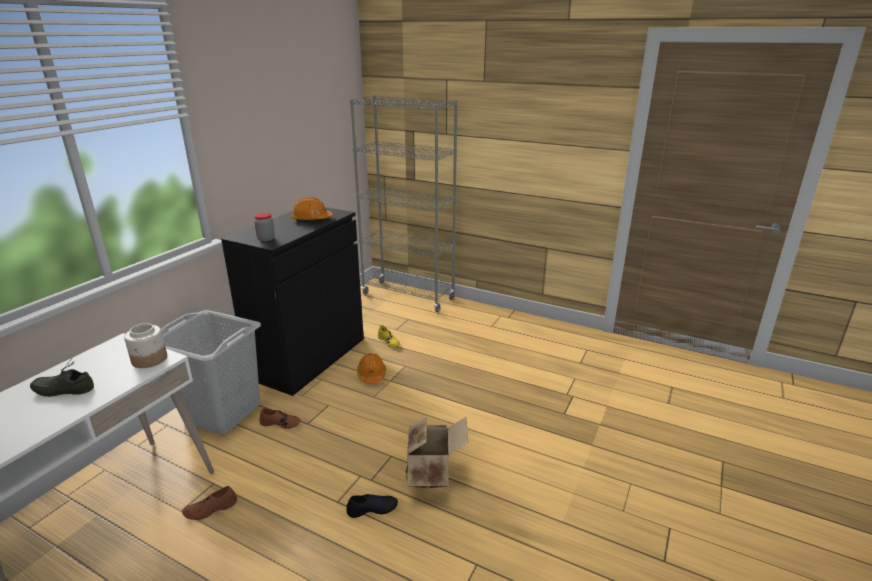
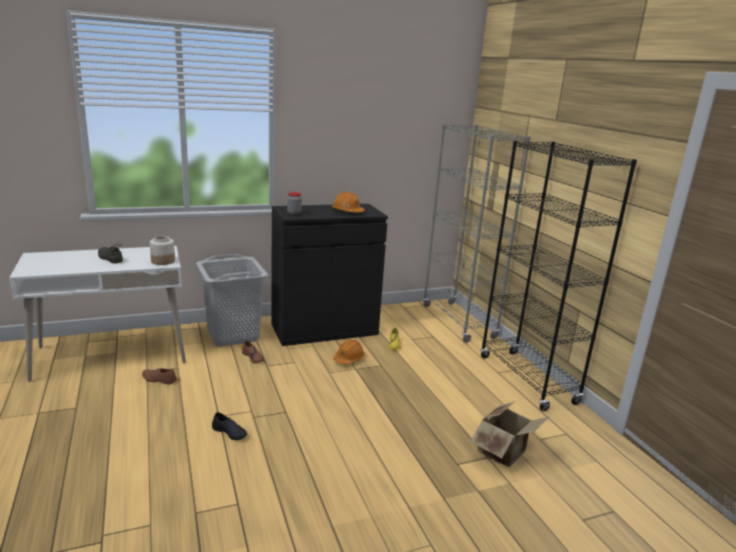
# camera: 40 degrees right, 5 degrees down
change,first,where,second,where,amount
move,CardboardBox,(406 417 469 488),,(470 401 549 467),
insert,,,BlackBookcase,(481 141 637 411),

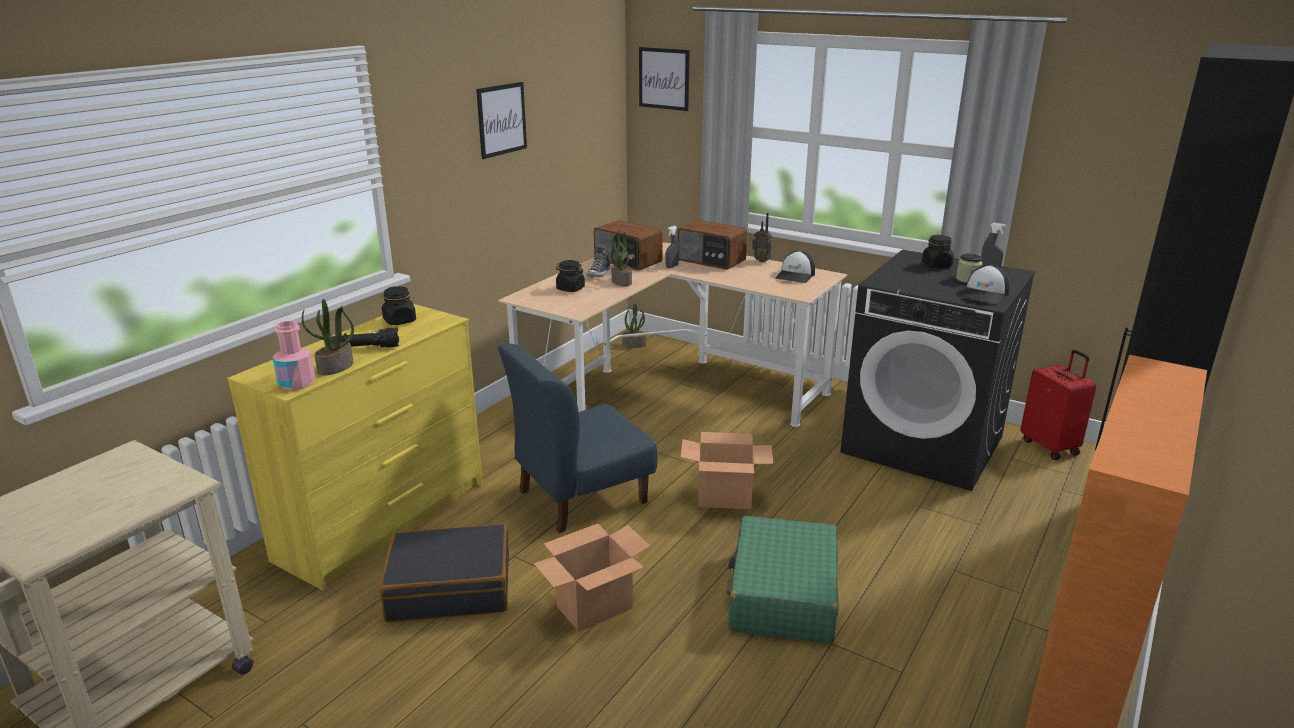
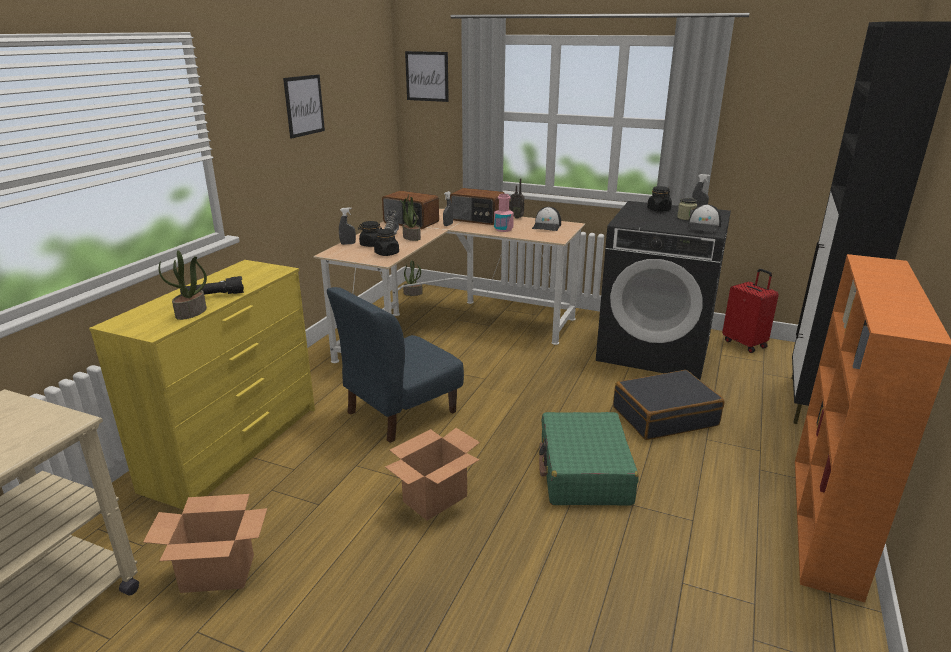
# camera: 10 degrees left, 0 degrees up
change,first,where,second,where,amount
move,BlackJar,(382 286 416 325),,(374 229 399 256),
move,PinkBottle,(272 321 315 391),,(494 194 514 232),
move,CardboardBox,(681 432 773 509),,(143 494 267 593),
move,BlackSuitcase,(379 524 509 622),,(613 370 725 440),
insert,,,GreySprayBottle,(339 207 356 245),

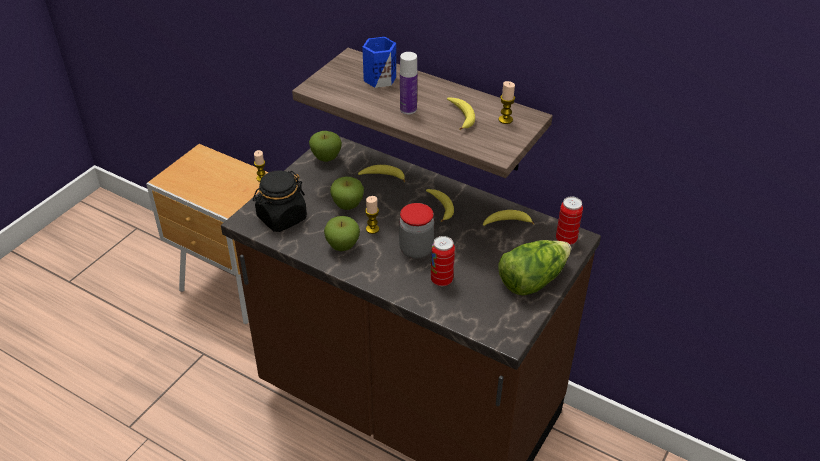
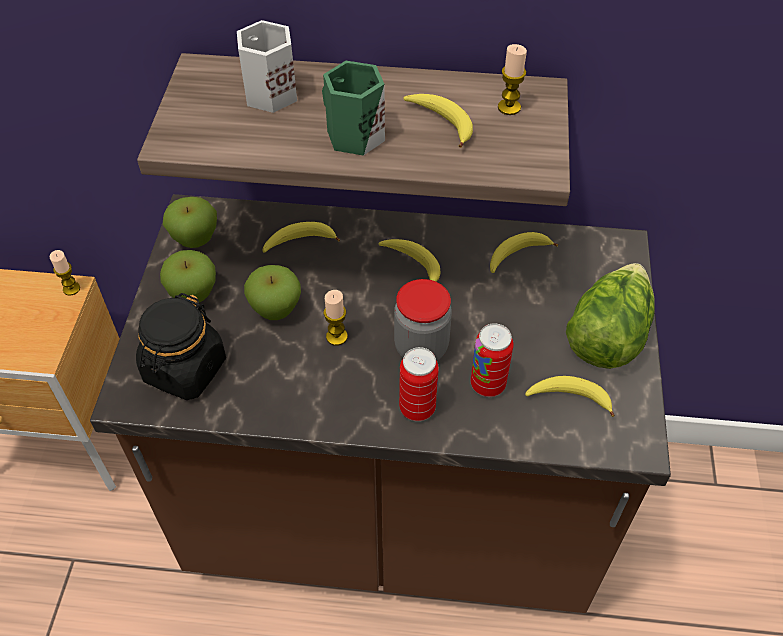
# camera: 25 degrees left, 10 degrees up
change,first,where,second,where,amount
recolor,BlueMug,(362 37 396 88),WhiteMug,(237 20 297 113),
replace,Bottle,(400 52 417 114),GreenMug,(322 61 385 156),
move,Can,(556 196 583 245),,(399 347 439 421),
move,Apple,(324 216 360 251),,(160 250 216 303),
insert,,,Banana,(525 376 615 417),

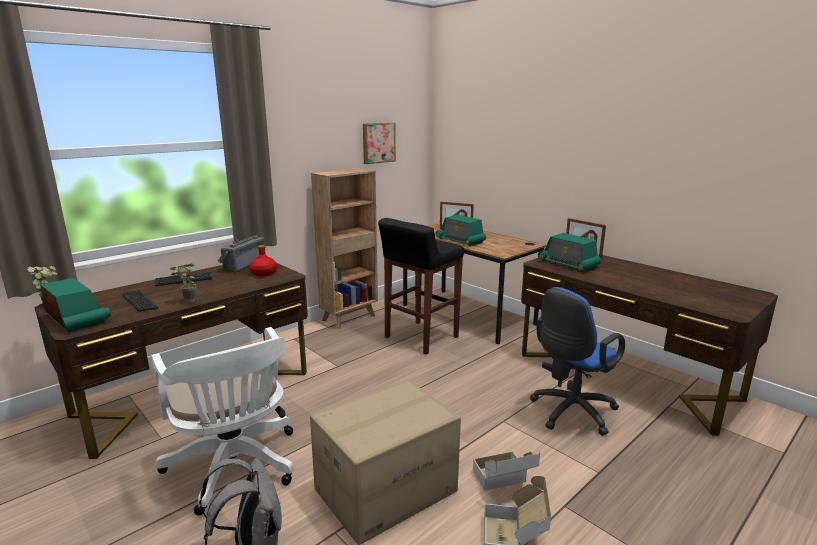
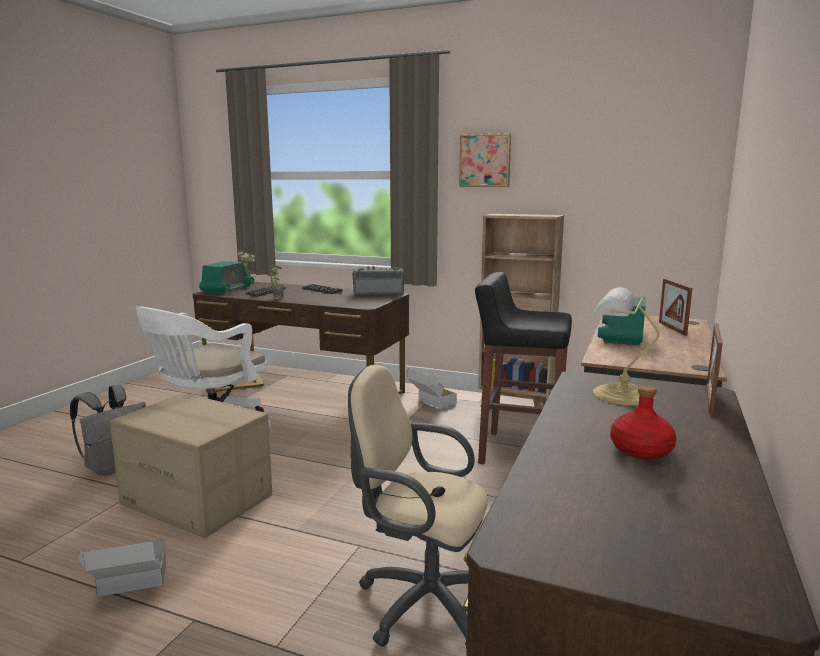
# camera: 65 degrees right, 5 degrees down
change,first,where,second,where,amount
move,Picture,(363 123 396 164),,(459 133 511 187),
replace,Radio,(538 233 601 272),TableLamp,(593 287 660 406),
move,RedBottle,(249 245 277 276),,(610 386 677 459),
recolor,BlueOfficeChair,(530 287 625 436),BeigeOfficeChair,(348 365 488 649),
move,CardboardBox,(473 451 540 491),,(408 368 457 408),

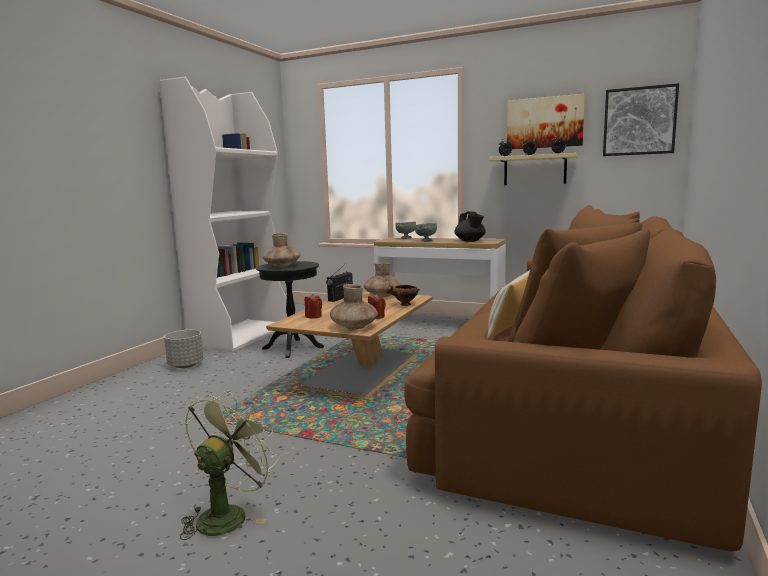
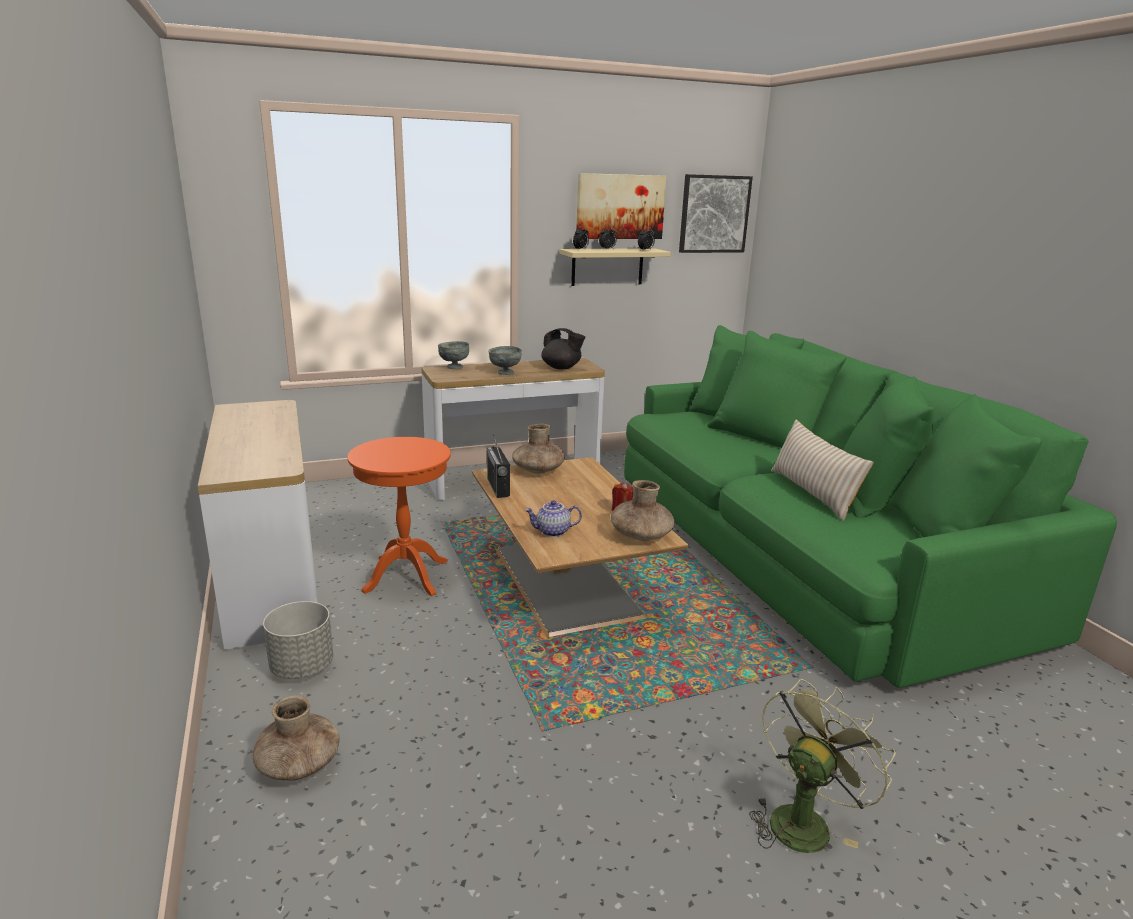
# camera: 45 degrees left, 10 degrees up
change,first,where,second,where,amount
replace,WhiteBookcase,(159 76 287 352),ConsoleTable,(198 400 318 650),
recolor,BrownSofa,(404 205 762 551),GreenSofa,(624 325 1117 688),
move,BrownVase,(263 233 300 267),,(253 695 340 781),
recolor,BlackSideTable,(256 261 324 358),OrangeSideTable,(347 437 451 596),
delete,Bowl,(386 284 419 306),,,
replace,RedCandle,(305 294 322 319),Teapot,(525 500 582 537),
rotate,GreenFan,(180 391 280 540),,(749 679 896 853),60 degrees clockwise

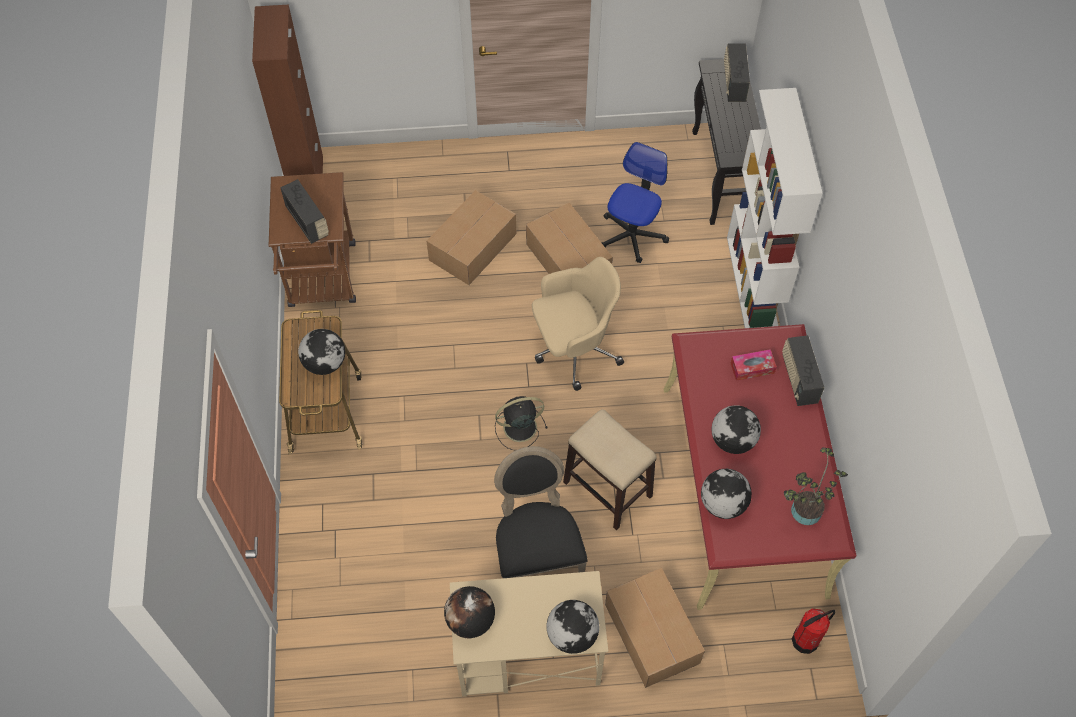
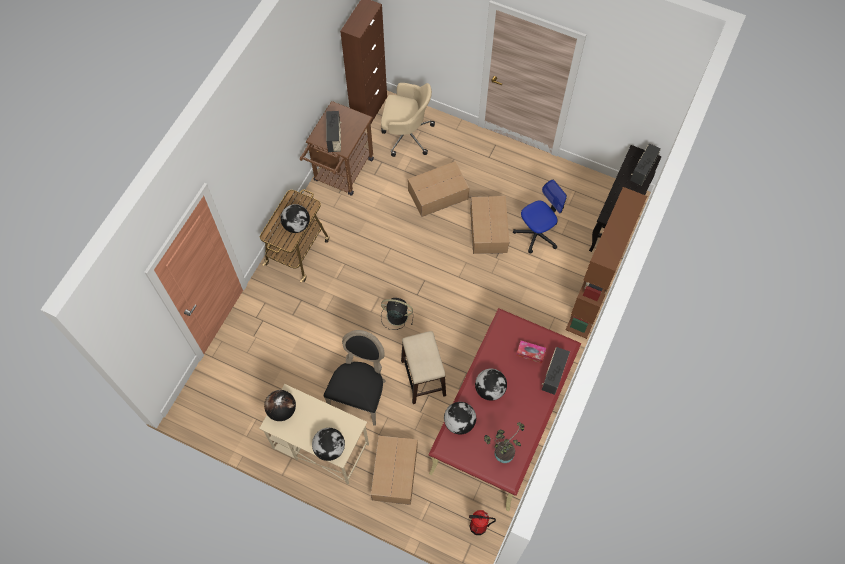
# camera: 30 degrees right, 5 degrees up
change,first,where,second,where,amount
recolor,WhiteBookcase,(727 88 823 328),BrownBookcase,(565 187 647 339),
move,BeigeOfficeChair,(532 257 624 391),,(381 83 435 157),

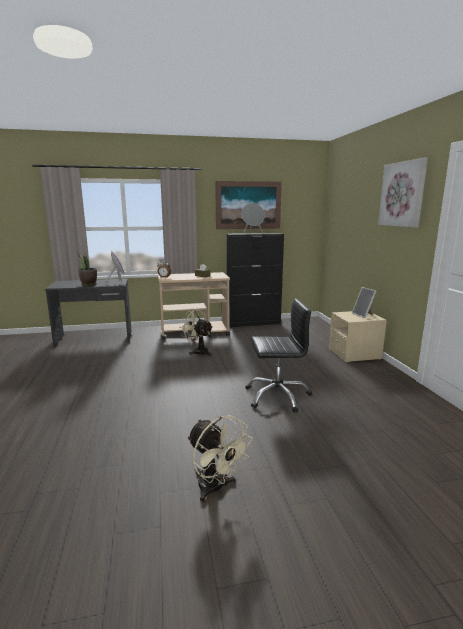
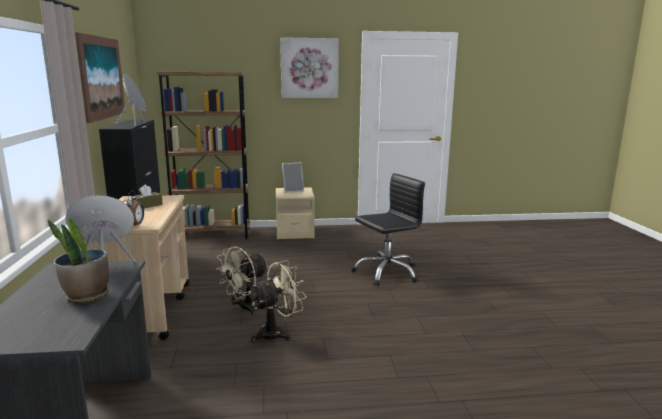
# camera: 85 degrees left, 0 degrees up
change,first,where,second,where,amount
rotate,BlackOfficeChair,(245 298 312 413),,(352 173 425 286),60 degrees clockwise
move,BeigeFan,(187 415 253 502),,(249 260 306 342),
insert,,,BrownBookcase,(157 72 250 239),

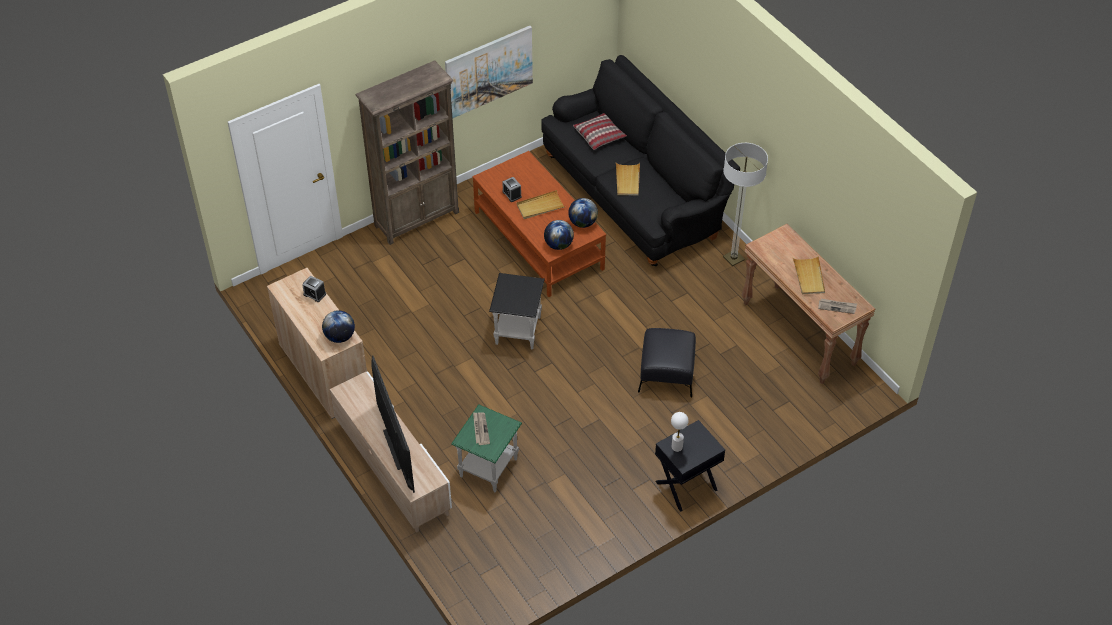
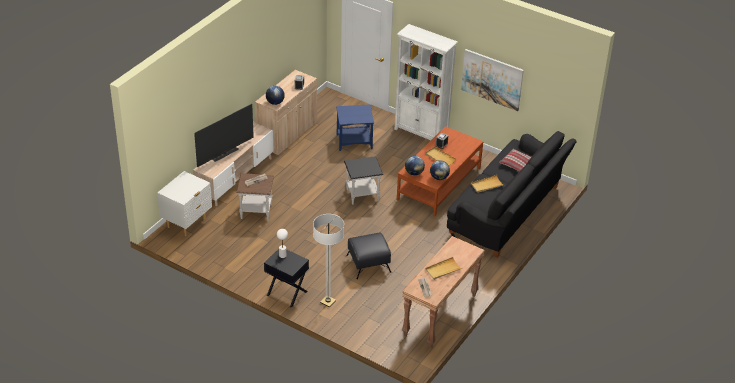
# camera: 65 degrees right, 10 degrees down
change,first,where,second,where,amount
recolor,BrownBookcase,(356 60 459 245),WhiteBookcase,(394 24 458 140),
move,FloorLamp,(723 143 768 266),,(313 214 344 307),
recolor,GreenSideTable,(451 404 522 492),BrownSideTable,(236 173 274 221),
insert,,,BlueSideTable,(336 104 374 151),
insert,,,WhiteNightstand,(157 171 212 236),

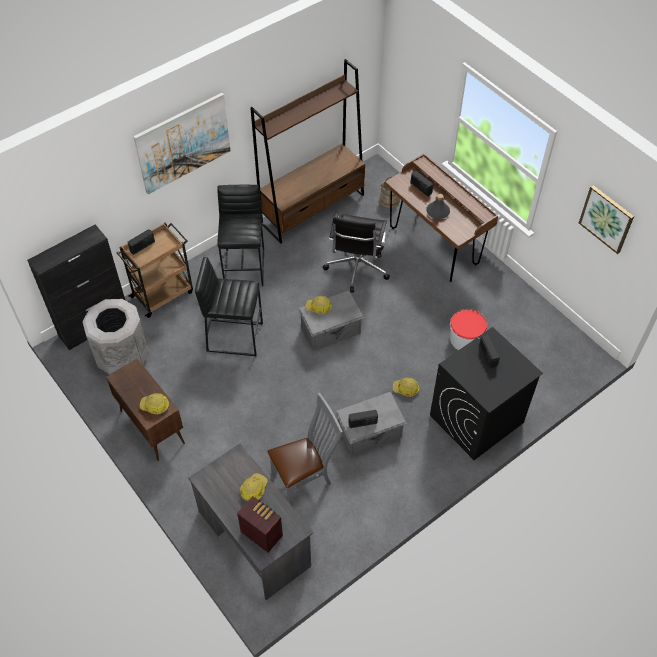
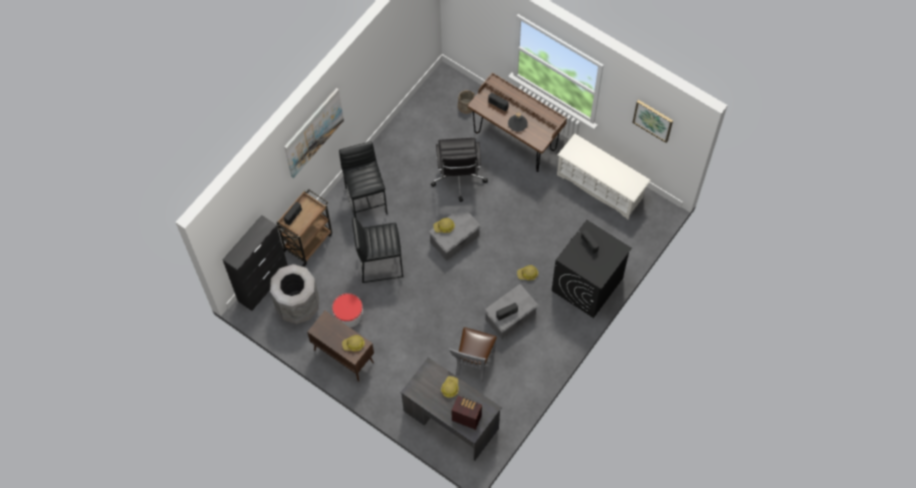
# camera: 15 degrees left, 10 degrees up
change,first,where,second,where,amount
delete,BrownBookcase,(251 59 365 244),,,
move,Bucket,(450 309 487 350),,(332 293 363 328),
rotate,GreyChair,(267 393 343 506),,(449 327 497 383),150 degrees clockwise
insert,,,WhiteShoeRack,(557 133 651 219),

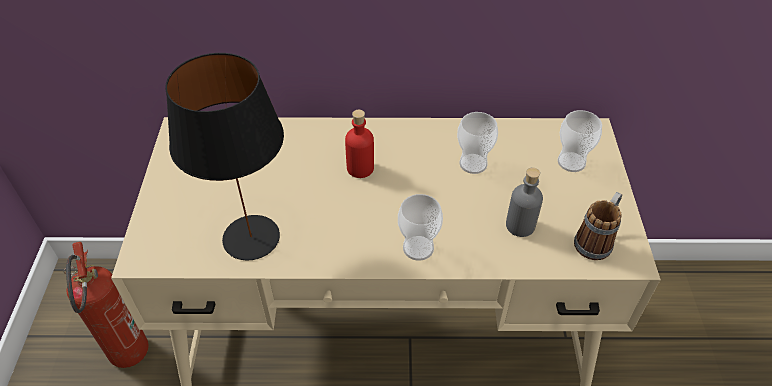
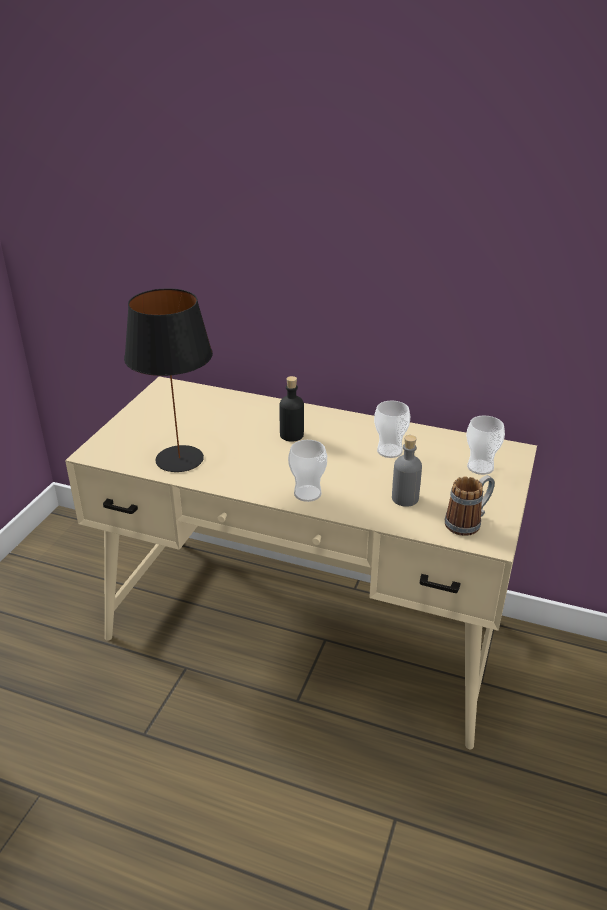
# camera: 20 degrees right, 15 degrees down
change,first,where,second,where,amount
recolor,RedBottle,(345 110 374 178),BlackBottle,(279 376 304 442),
delete,FireExtinguisher,(63 242 149 368),,,

